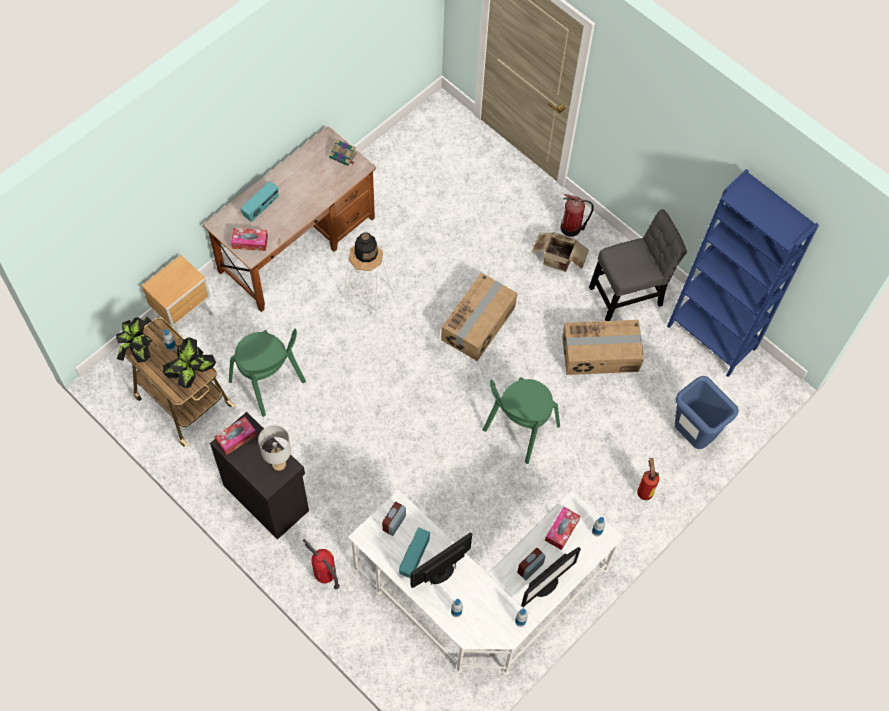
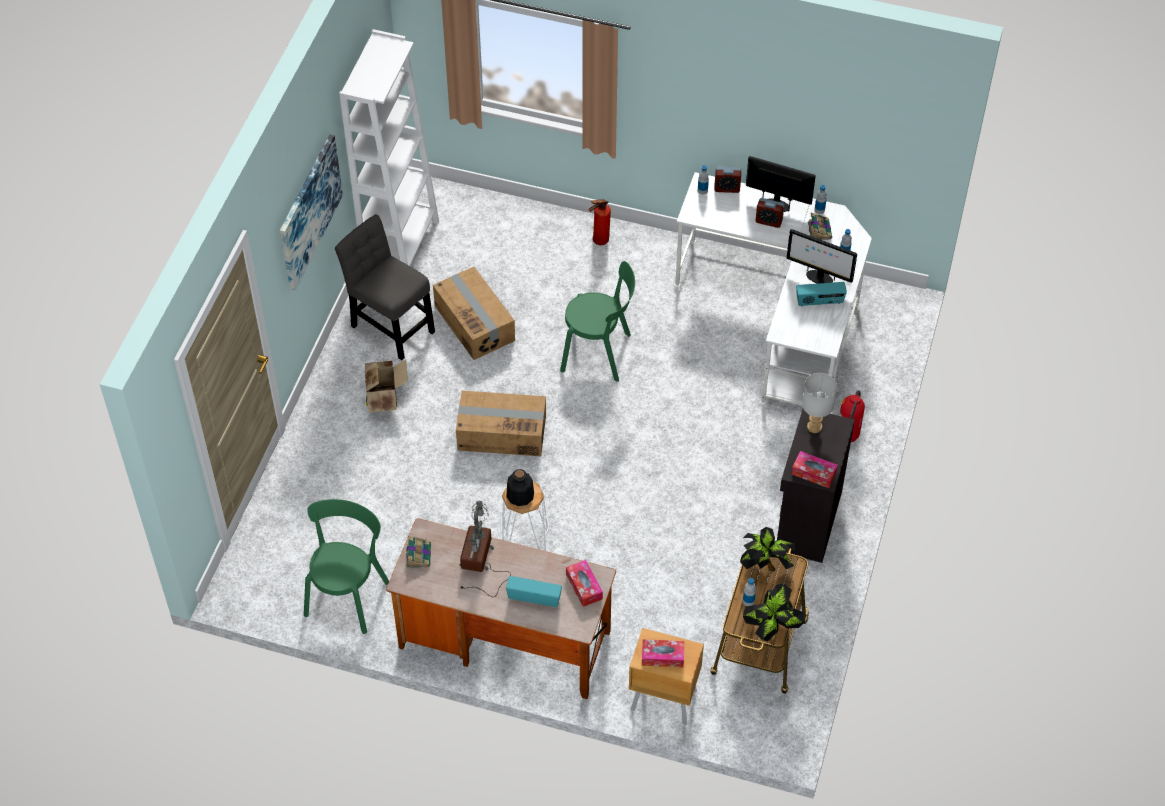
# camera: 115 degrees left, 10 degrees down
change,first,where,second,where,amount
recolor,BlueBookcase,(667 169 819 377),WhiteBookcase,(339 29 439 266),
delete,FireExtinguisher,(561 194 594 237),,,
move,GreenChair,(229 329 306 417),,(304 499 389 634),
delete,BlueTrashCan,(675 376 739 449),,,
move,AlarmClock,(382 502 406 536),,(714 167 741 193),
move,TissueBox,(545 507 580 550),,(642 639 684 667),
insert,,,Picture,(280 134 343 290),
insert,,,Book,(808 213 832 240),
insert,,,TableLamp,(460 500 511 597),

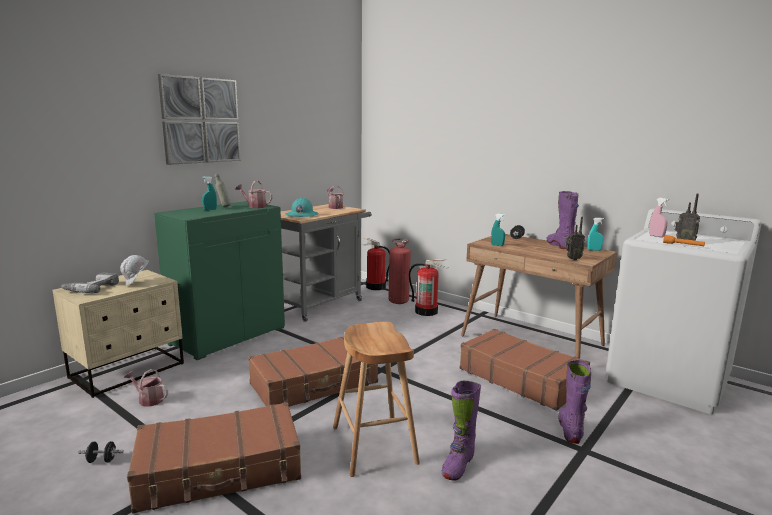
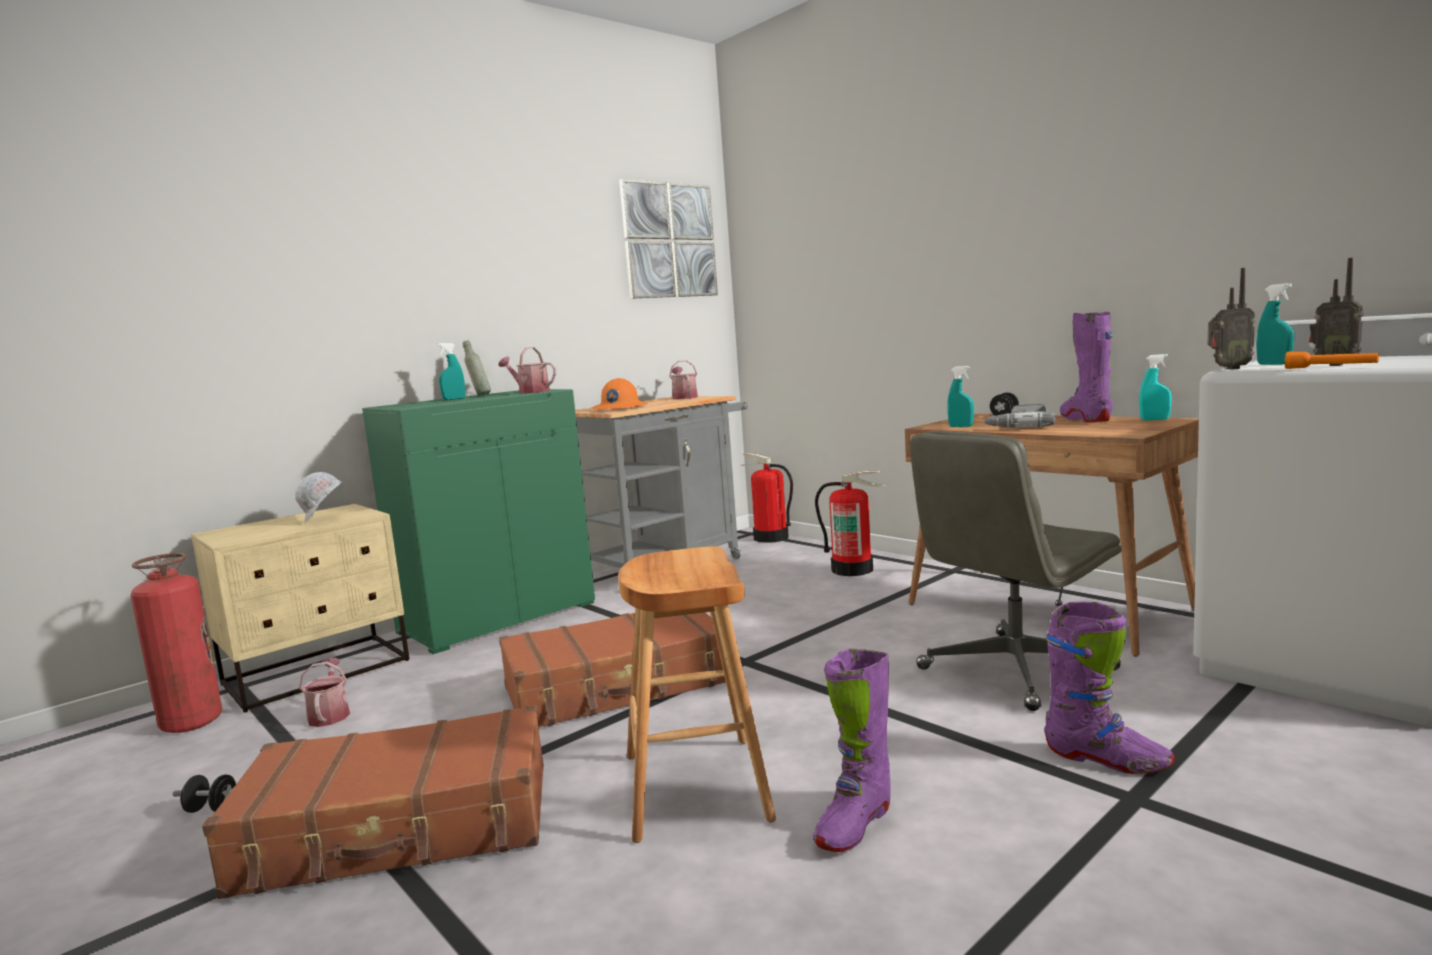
# camera: 10 degrees right, 5 degrees down
change,first,where,second,where,amount
move,Picture,(158 74 241 165),,(619 179 718 299),
recolor,TurquoiseHardHat,(286 198 319 217),OrangeHardHat,(591 378 648 410),
recolor,PinkSprayBottle,(649 198 669 237),TurquoiseSprayBottle,(1256 283 1294 365),
move,Radio,(565 217 585 260),,(1208 268 1255 370),
move,FireExtinguisher,(388 239 411 304),,(131 553 222 733),
move,PowerDrill,(61 273 119 293),,(983 404 1055 428),
replace,BrownSuitcase,(460 329 590 411),GreyOfficeChair,(910 431 1122 711),
rotate,PurpleBoot,(558 360 591 444),,(1044 601 1175 774),105 degrees clockwise
rotate,WateringCan,(124 369 168 407),,(299 658 350 727),45 degrees clockwise

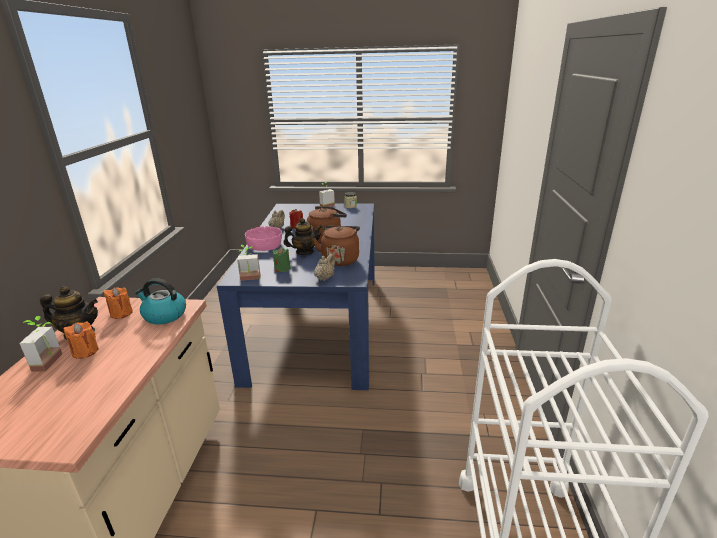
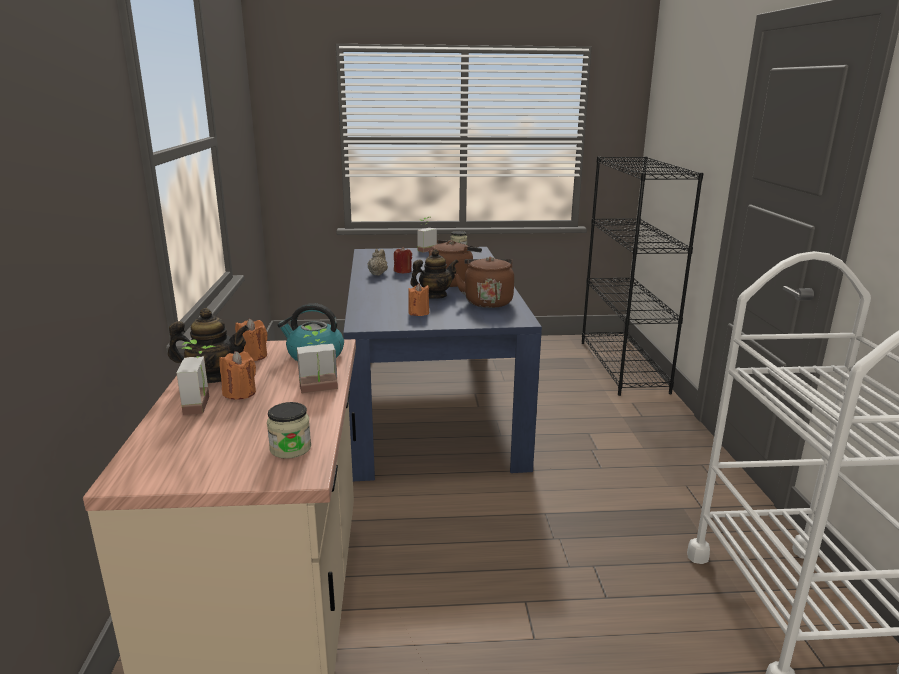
# camera: 10 degrees left, 5 degrees down
change,first,where,second,where,amount
delete,PinkBowl,(245 226 282 251),,,
move,PottedPlant,(237 245 261 281),,(297 326 338 394),
recolor,GreenCandle,(273 247 290 272),OrangeCandle,(408 283 429 316),
delete,BeigeTeapot,(314 254 335 281),,,
insert,,,BlackBookcase,(582 156 704 396),
insert,,,Jar,(267 402 311 459),

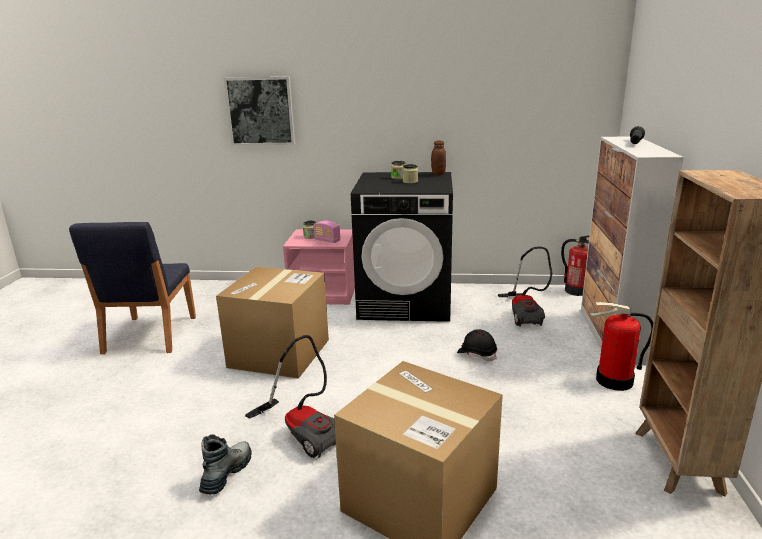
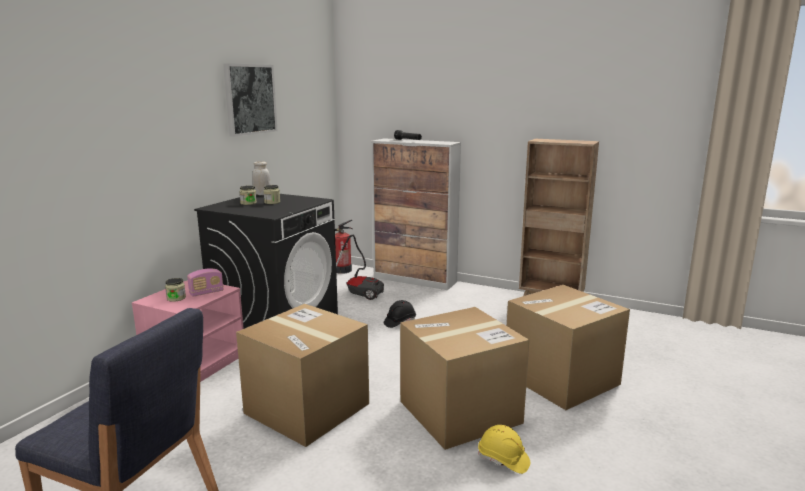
# camera: 70 degrees left, 5 degrees down
change,first,where,second,where,amount
move,Picture,(223 76 295 145),,(223 63 278 137),
recolor,BrownJar,(431 141 446 175),WhiteJar,(252 161 270 195),
delete,FireExtinguisher,(590 302 654 391),,,
replace,VacuumCleaner,(245 335 336 458),CardboardBox,(400 307 529 450),
replace,Boot,(199 434 252 494),YellowHardHat,(478 425 530 474),

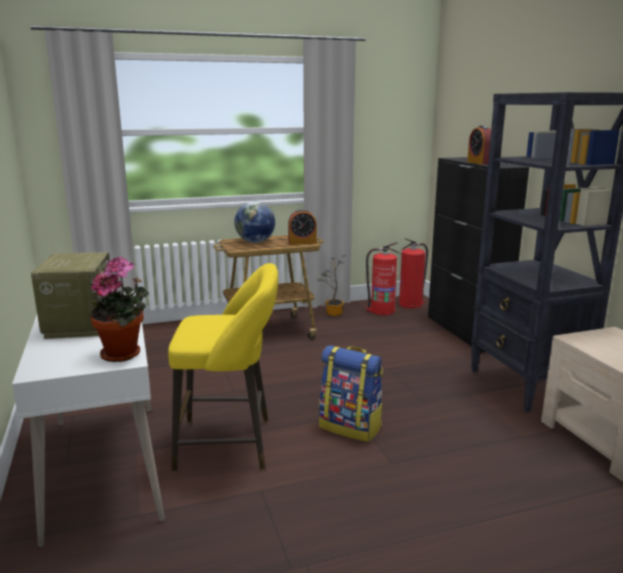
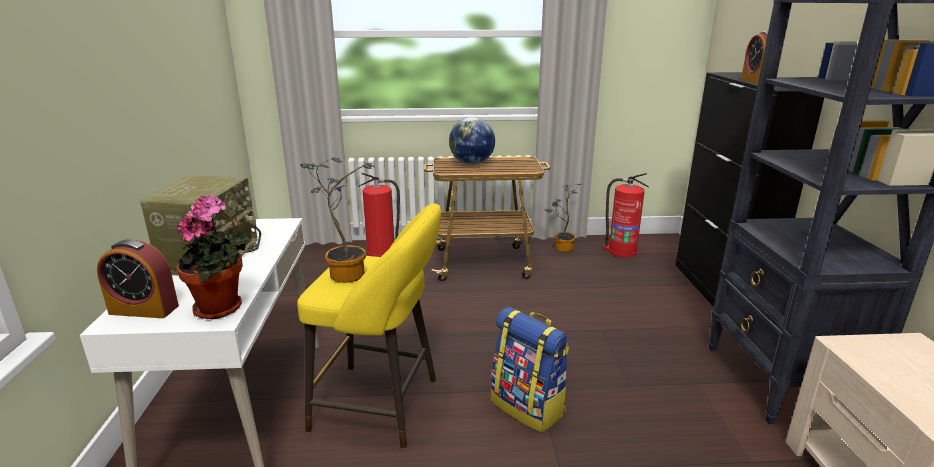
# camera: 15 degrees right, 5 degrees up
change,first,where,second,where,amount
move,AlarmClock,(288 209 317 245),,(97 239 179 318),
move,FireExtinguisher,(399 238 428 308),,(358 173 400 257),
insert,,,PottedPlant,(300 157 375 283),

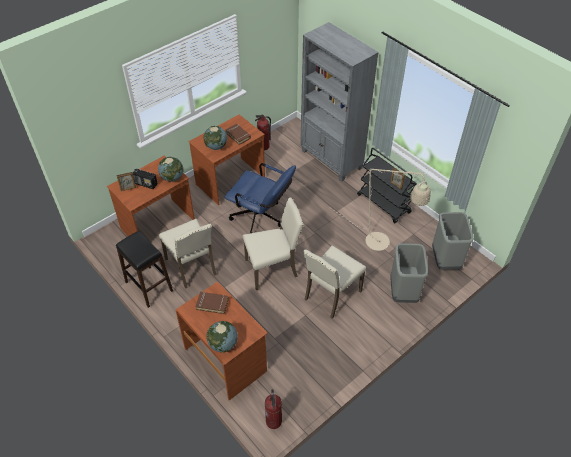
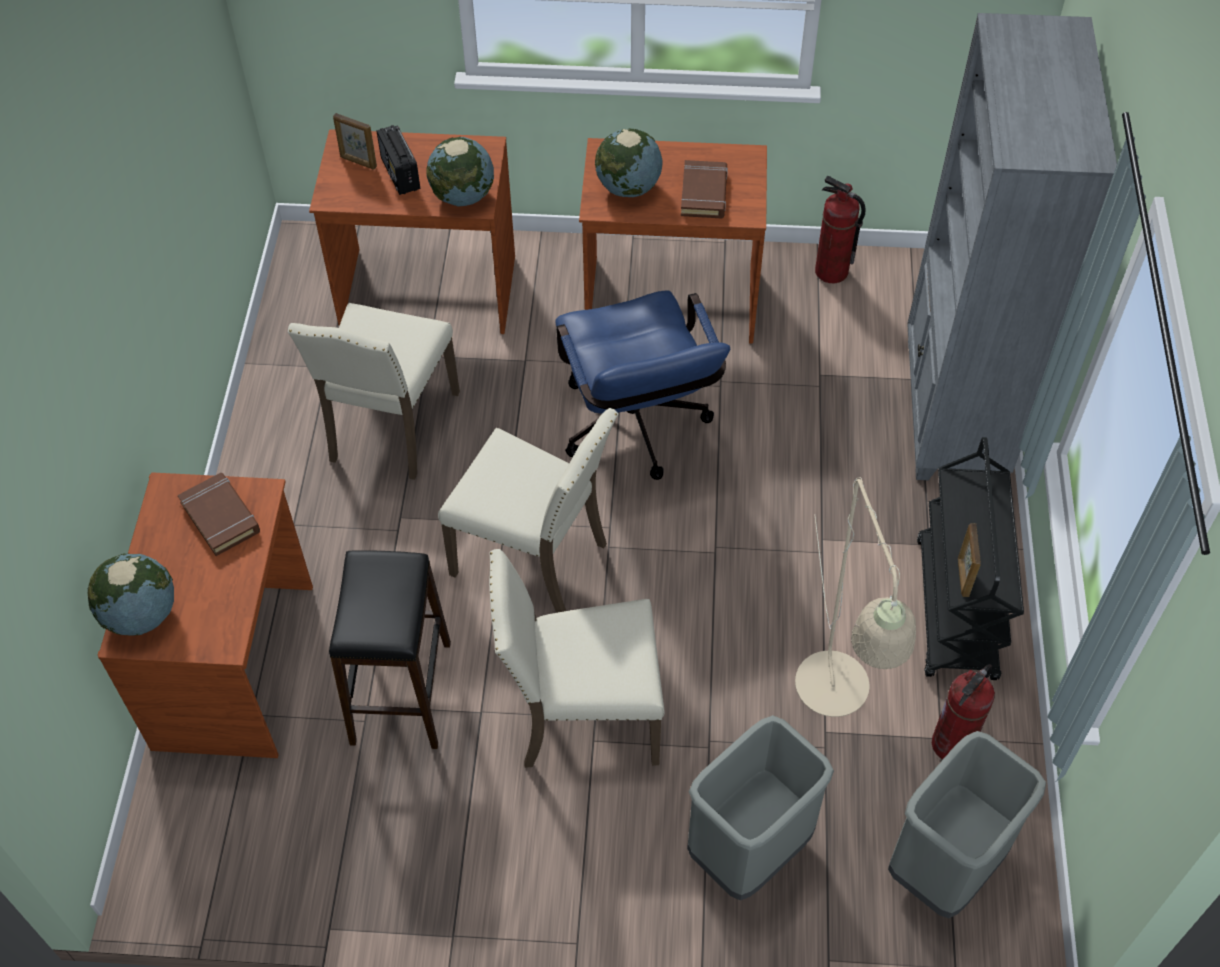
# camera: 45 degrees right, 5 degrees up
change,first,where,second,where,amount
move,BlackStool,(116 231 173 308),,(329 550 451 749),
move,FireExtinguisher,(265 389 282 429),,(932 664 995 759),

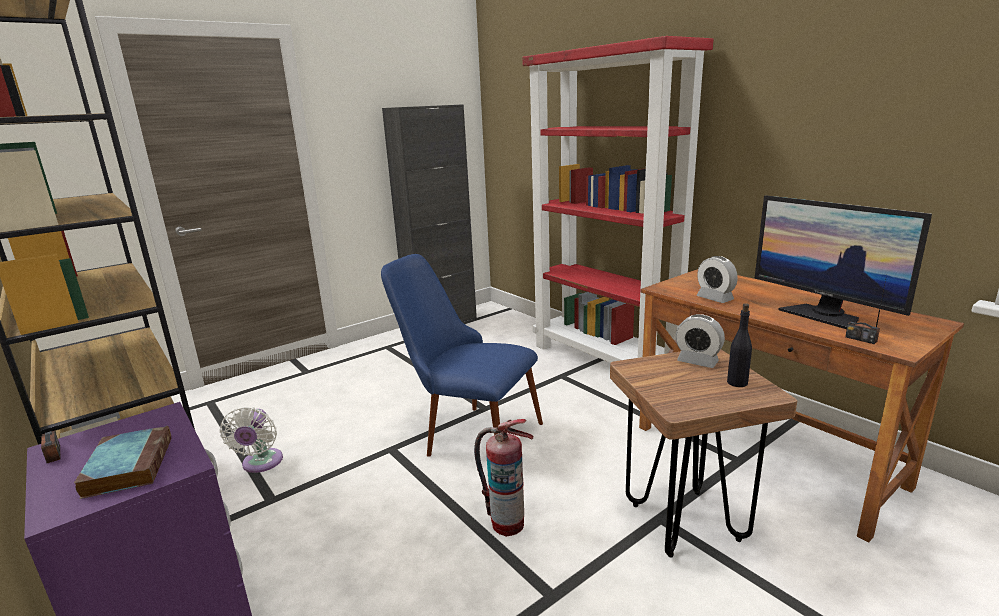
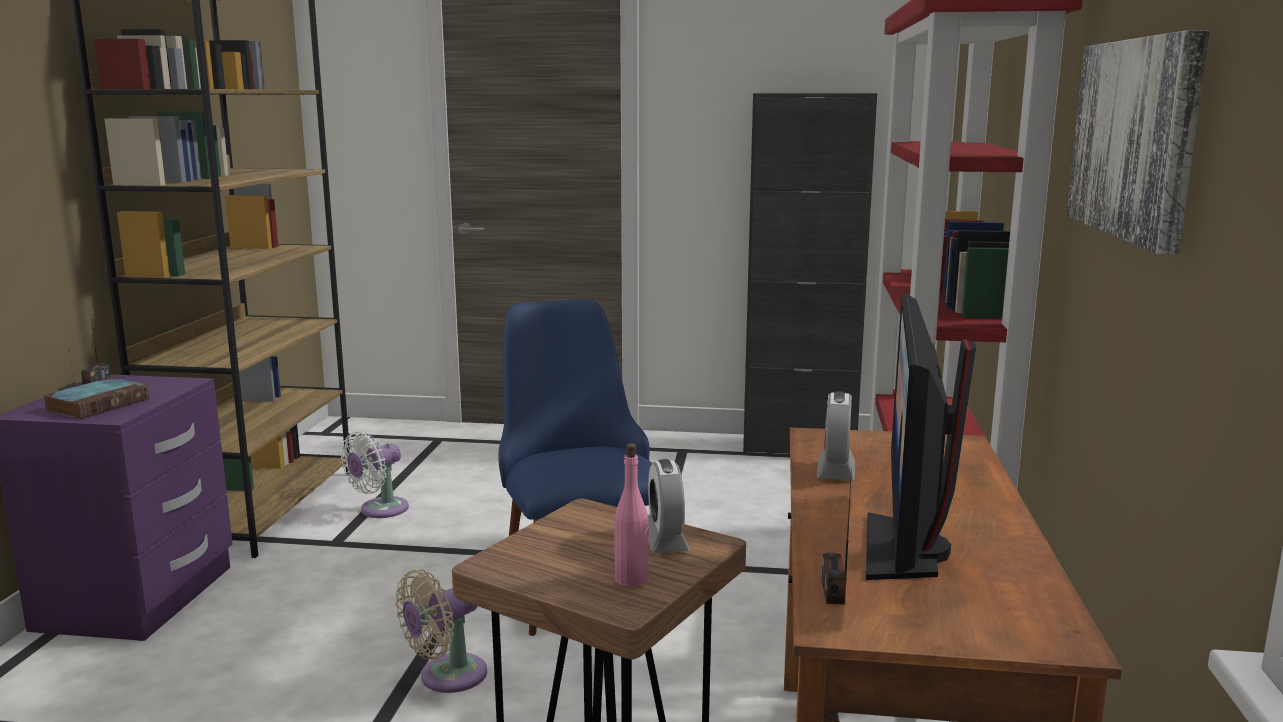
# camera: 45 degrees right, 5 degrees down
change,first,where,second,where,amount
recolor,BlackBottle,(727 303 752 387),PinkBottle,(614 443 649 587),
replace,FireExtinguisher,(474 419 533 537),BeigeFan,(395 570 487 693),
insert,,,Picture,(1067 30 1210 255),

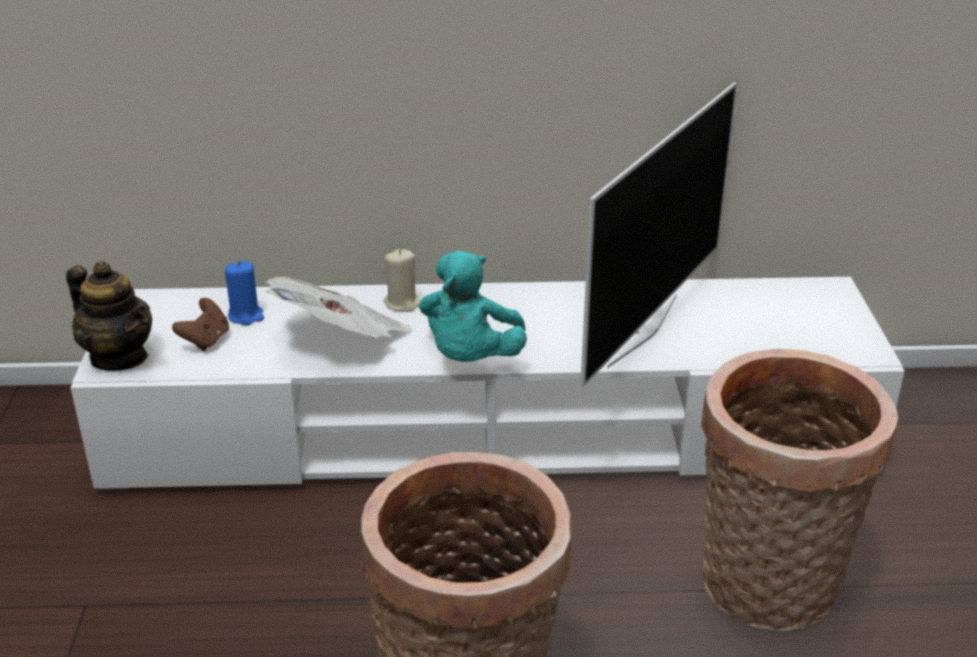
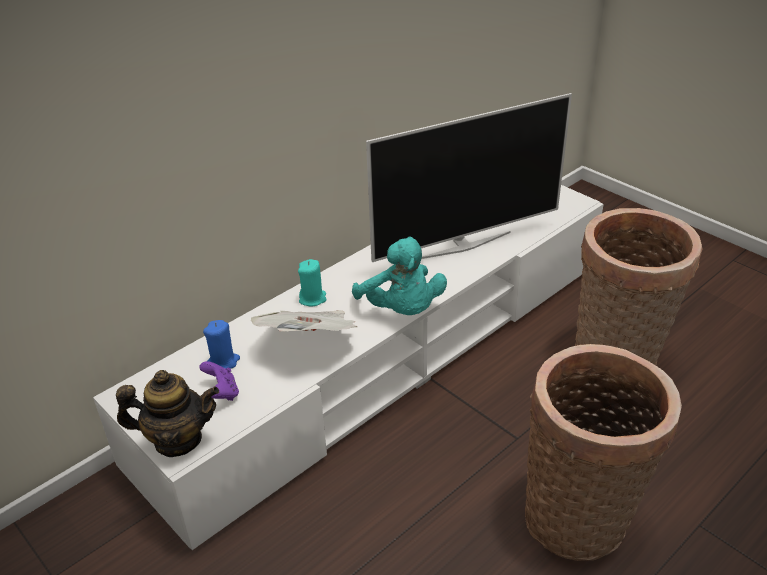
# camera: 40 degrees left, 5 degrees up
change,first,where,second,where,amount
rotate,Television,(580 82 737 387),,(366 93 572 262),75 degrees clockwise
recolor,BeigeCandle,(384 249 421 312),TurquoiseCandle,(298 259 327 306),
recolor,BrownGameController,(172 298 229 351),PurpleGameController,(199 361 239 401),

